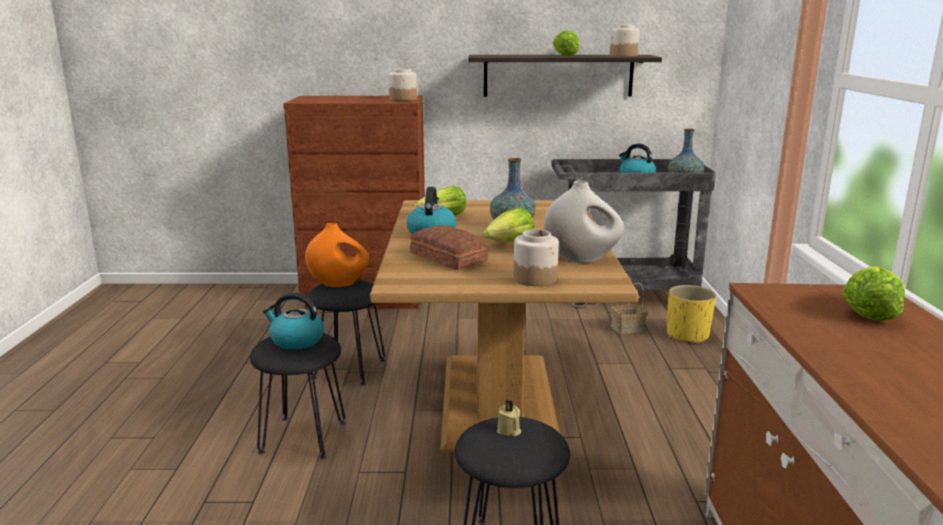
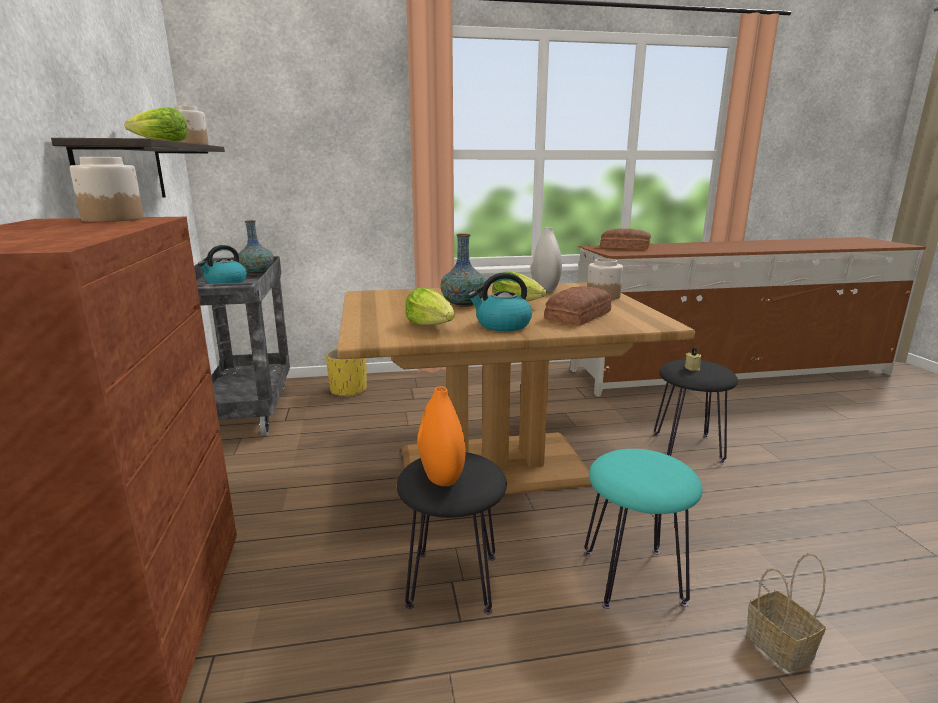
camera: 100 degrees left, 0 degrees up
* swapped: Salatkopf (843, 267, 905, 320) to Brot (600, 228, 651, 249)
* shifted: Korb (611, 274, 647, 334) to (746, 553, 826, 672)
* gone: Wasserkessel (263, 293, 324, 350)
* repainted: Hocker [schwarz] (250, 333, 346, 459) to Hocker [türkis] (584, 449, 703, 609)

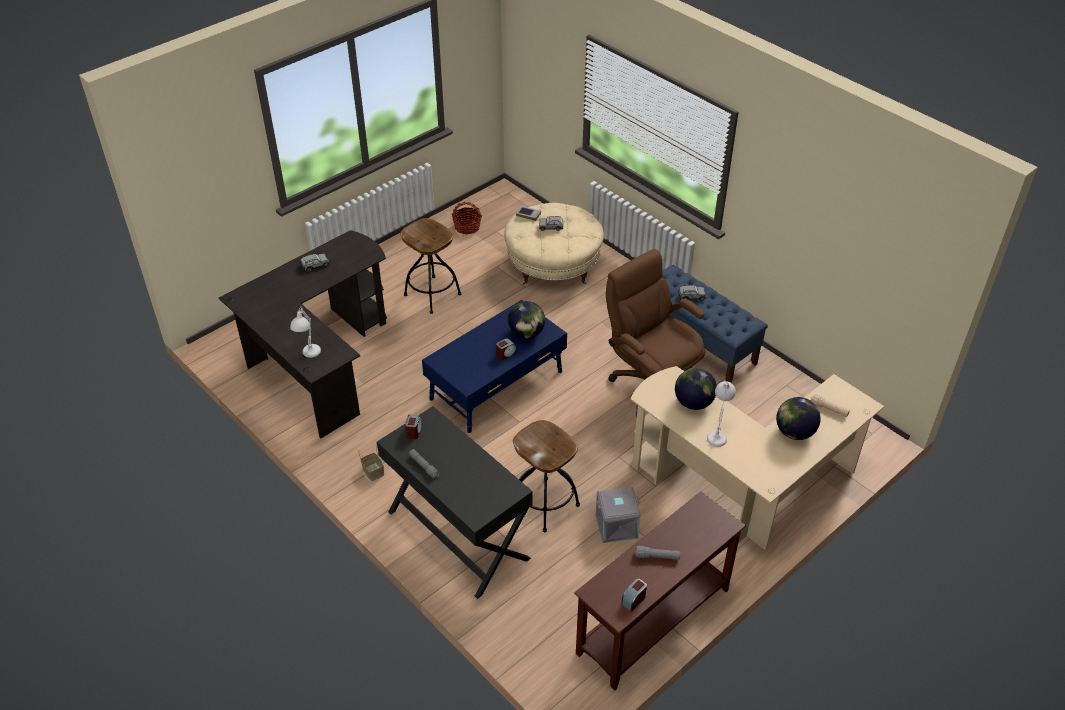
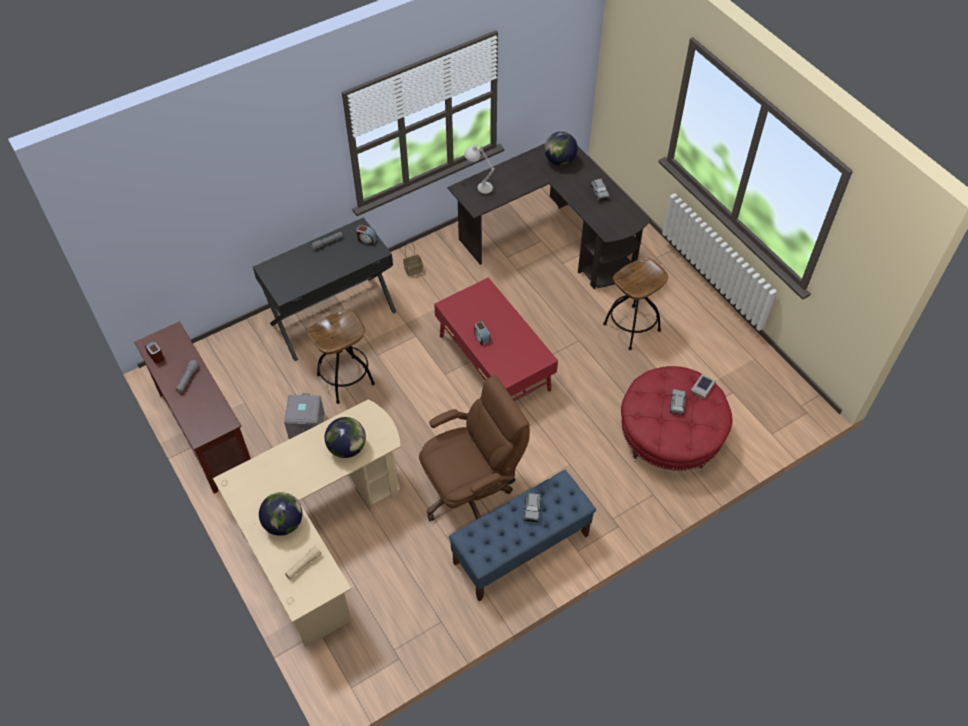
camera: 100 degrees right, 10 degrees up
* gone: Korb (452, 202, 482, 235)
* repainted: Polsterhocker [beige] (504, 203, 604, 284) to Polsterhocker [rot] (621, 366, 732, 471)
* repainted: Couchtisch [blau] (422, 300, 567, 433) to Couchtisch [rot] (434, 277, 558, 401)
* shifted: Globus (508, 301, 545, 339) to (544, 132, 578, 165)
* gone: Tischlampe [weiß] (707, 381, 736, 447)

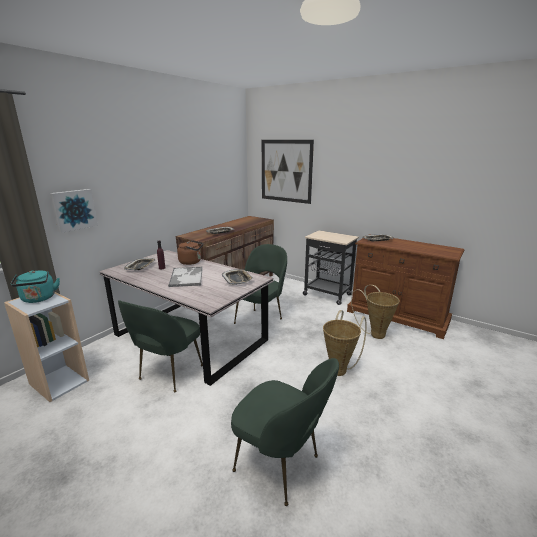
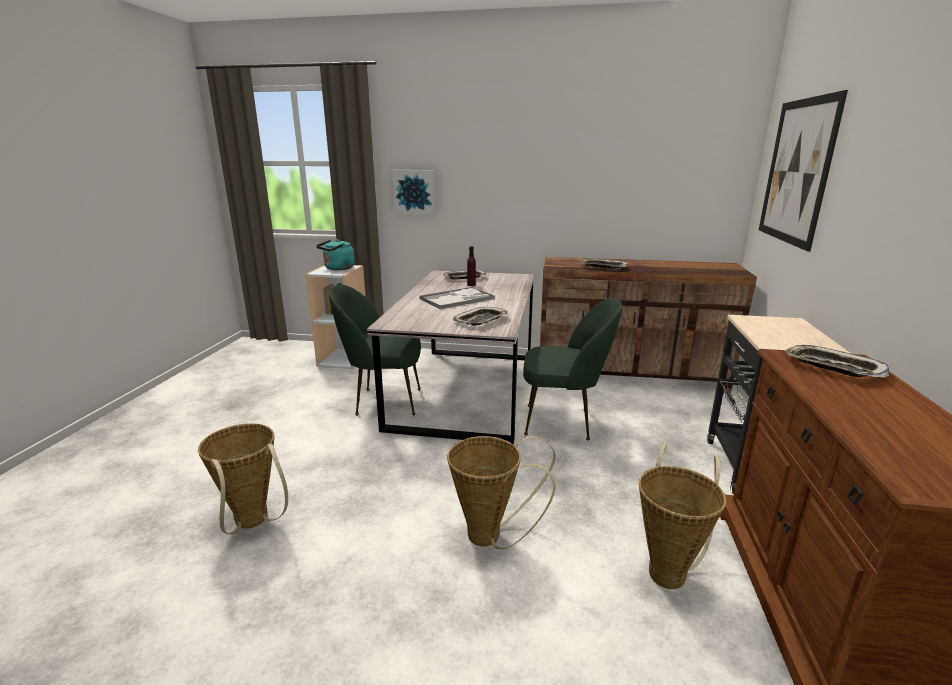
camera: 65 degrees right, 0 degrees up
* gone: Wasserkessel [braun] (177, 240, 203, 265)
* swapped: Stuhl [grün] (231, 358, 339, 506) to Korb (198, 423, 288, 534)

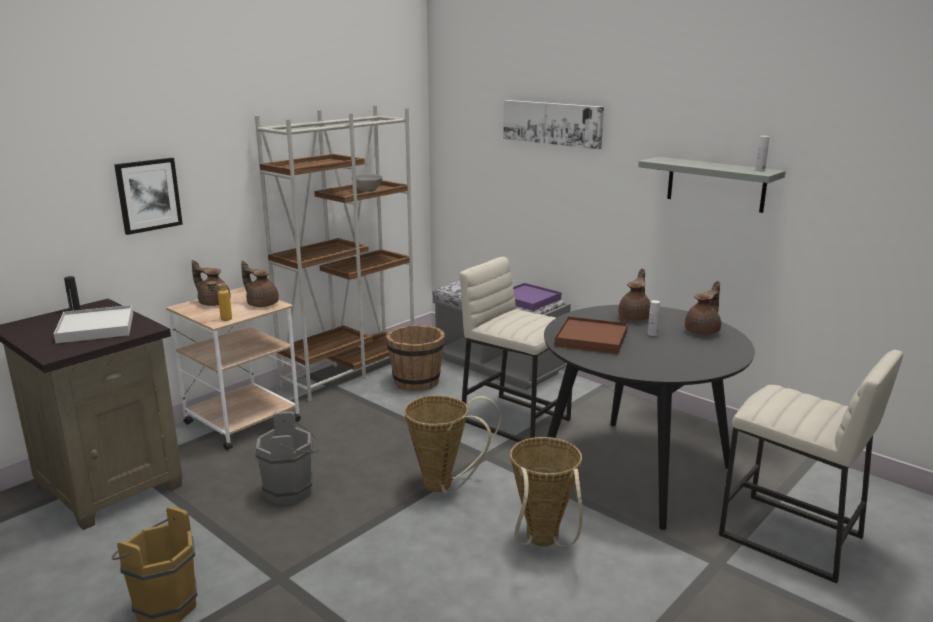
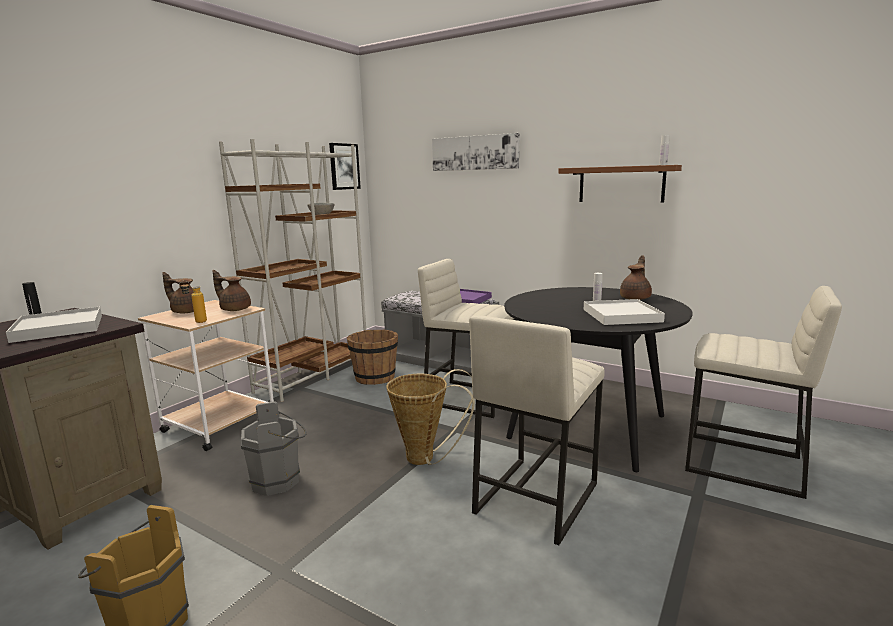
camera: 10 degrees left, 5 degrees down
* repainted: Wandregal [grau] (638, 157, 786, 213) to Wandregal [braun] (558, 165, 682, 203)
* shifted: Bild (114, 158, 183, 235) to (329, 143, 361, 190)
* gone: Teekanne [braun] (618, 268, 651, 321)
* gone: Tablett [braun] (554, 316, 628, 354)
* swapped: Korb (510, 437, 583, 547) to Hocker [beige] (469, 315, 605, 545)
* new: Tablett [weiß] (584, 299, 665, 325)

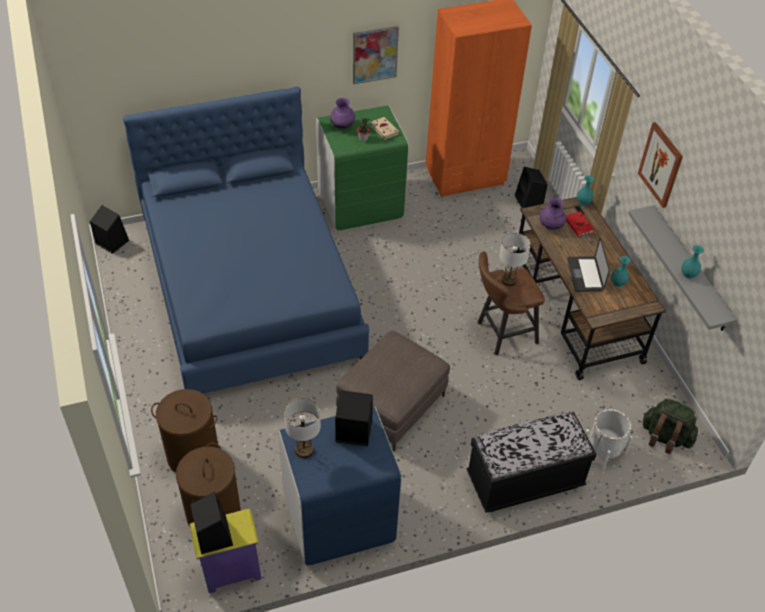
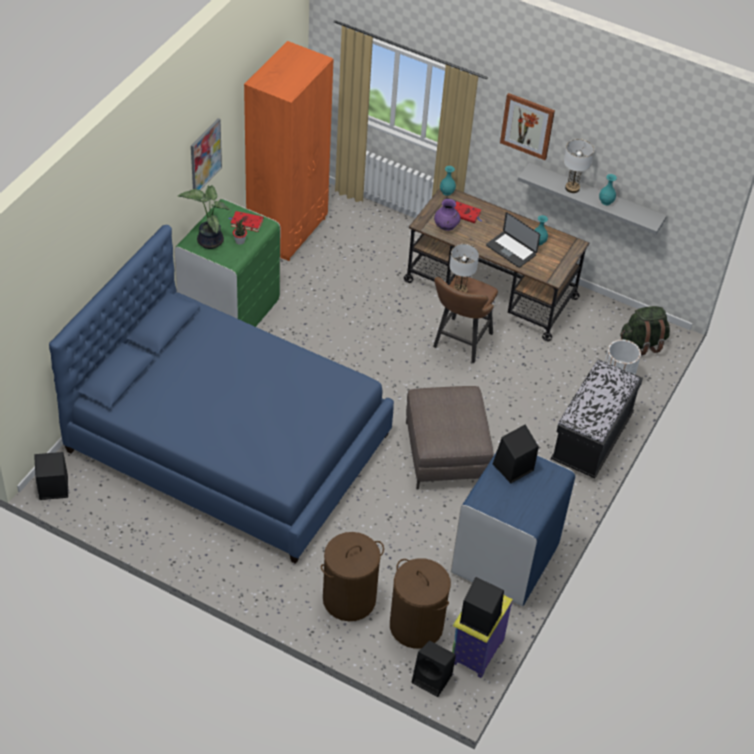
camera: 45 degrees left, 0 degrees up
* swapped: Vase [lila] (330, 98, 355, 129) to Topfpflanze (178, 185, 231, 249)
* repainted: Buch [beige] (370, 117, 399, 140) to Buch [rot] (229, 211, 263, 232)
* shifted: Lautsprecher [schwarz] (515, 167, 548, 208) to (412, 641, 456, 697)
* shifted: Tischlampe (284, 398, 321, 458) to (564, 139, 594, 193)

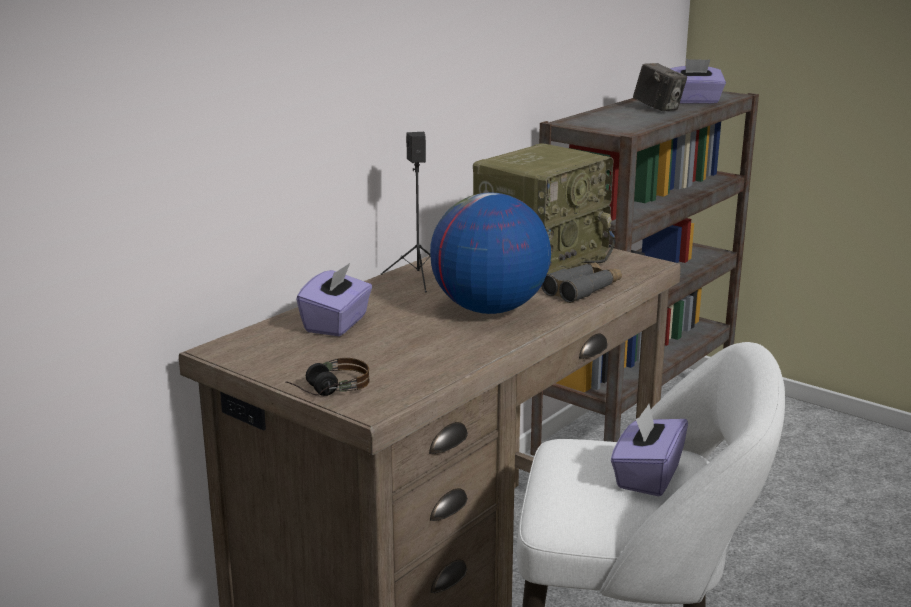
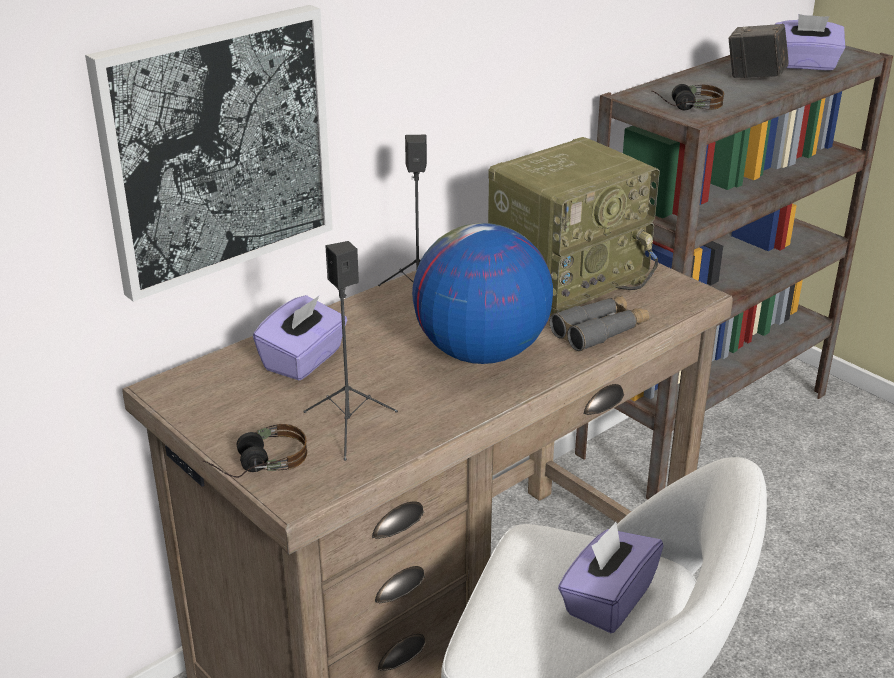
camera: 10 degrees right, 10 degrees up
* rotated: Kamera (633, 63, 687, 111) = (729, 23, 788, 78) 150 degrees clockwise
* new: Bild (85, 5, 333, 302)
* new: Kopfhörer (651, 84, 724, 110)
* new: Lautsprecher [schwarz] (303, 241, 398, 461)

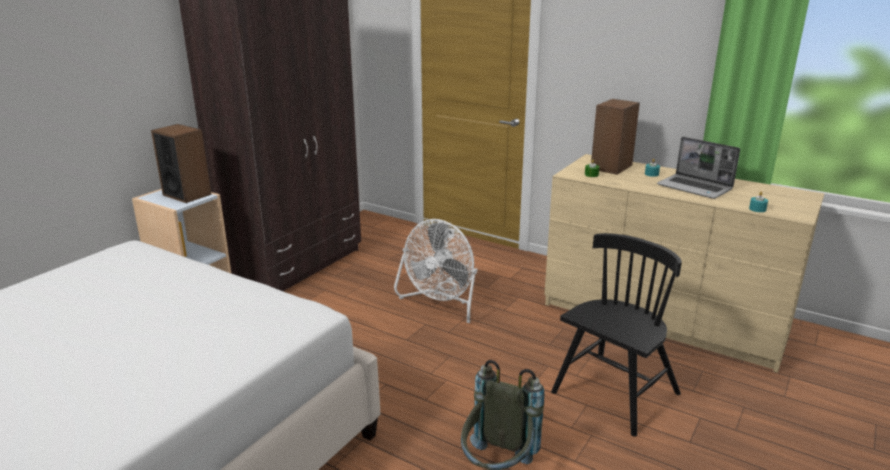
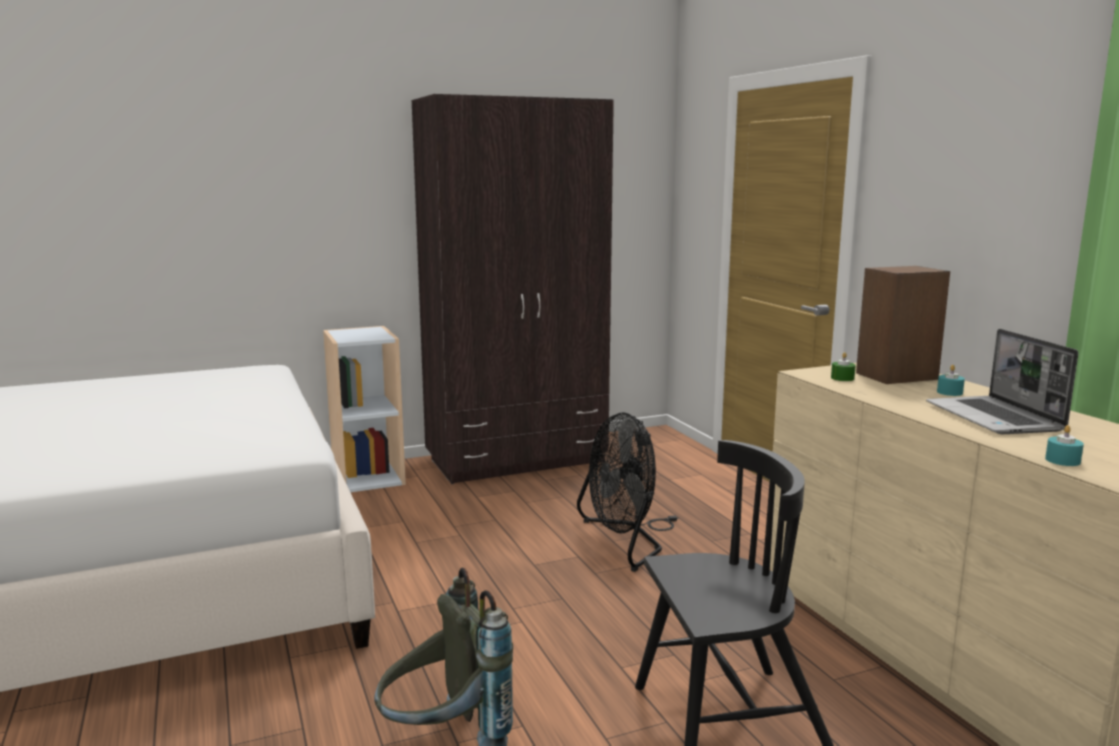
camera: 35 degrees right, 10 degrees down
* gone: Lautsprecher (151, 124, 212, 203)
* repainted: Ventilator [weiß] (394, 219, 477, 323) to Ventilator [schwarz] (577, 413, 678, 572)

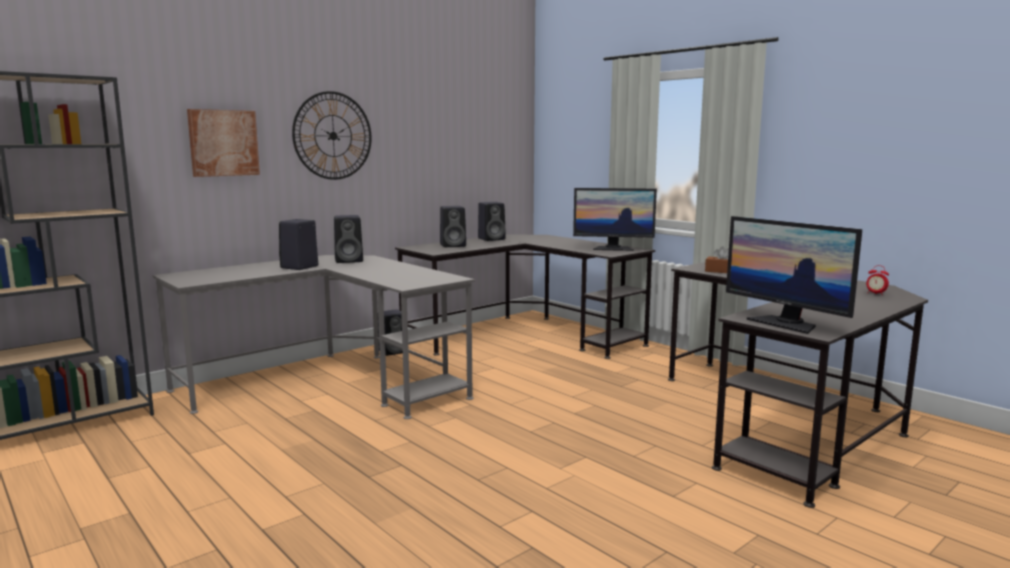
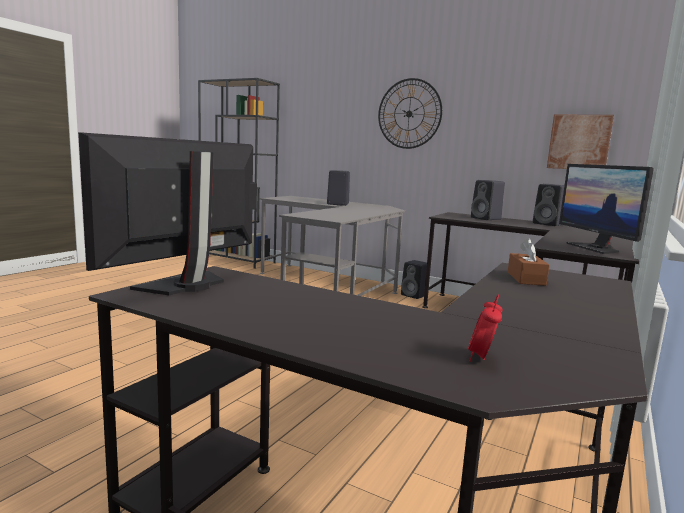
camera: 70 degrees right, 0 degrees up
* shifted: Bild (187, 109, 260, 177) to (547, 115, 614, 169)
* gone: Lautsprecher [schwarz] (334, 215, 363, 263)

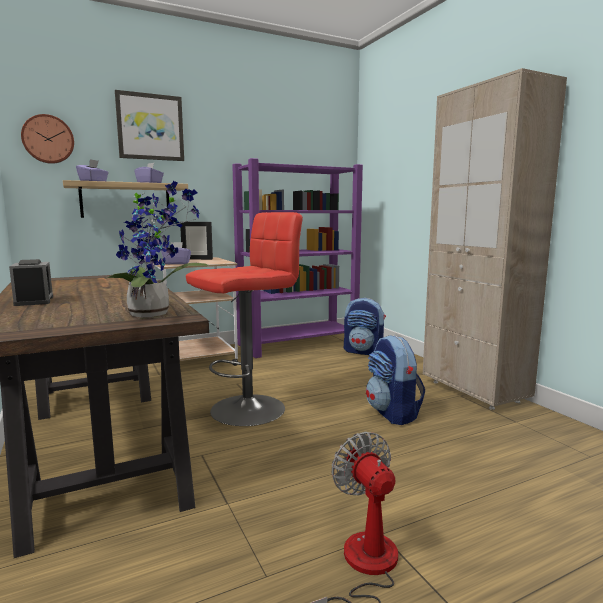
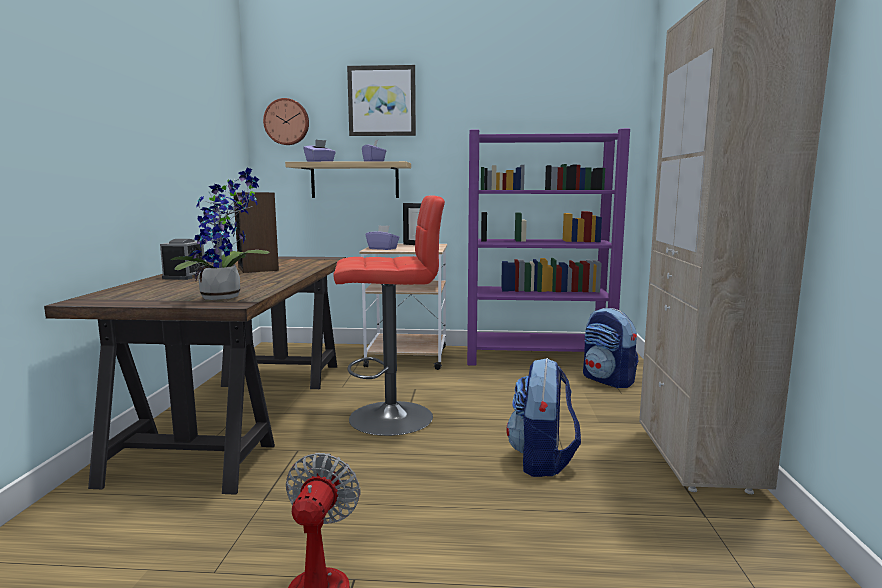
camera: 30 degrees right, 0 degrees up
* new: Lautsprecher (234, 192, 279, 273)

